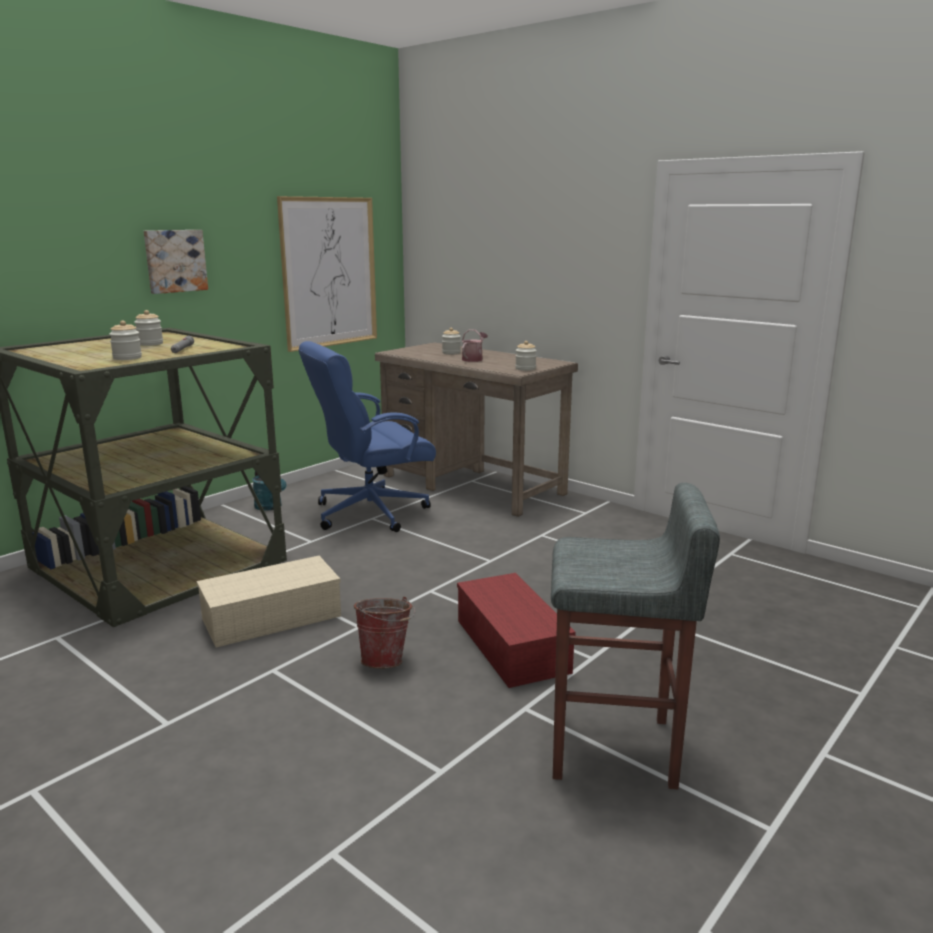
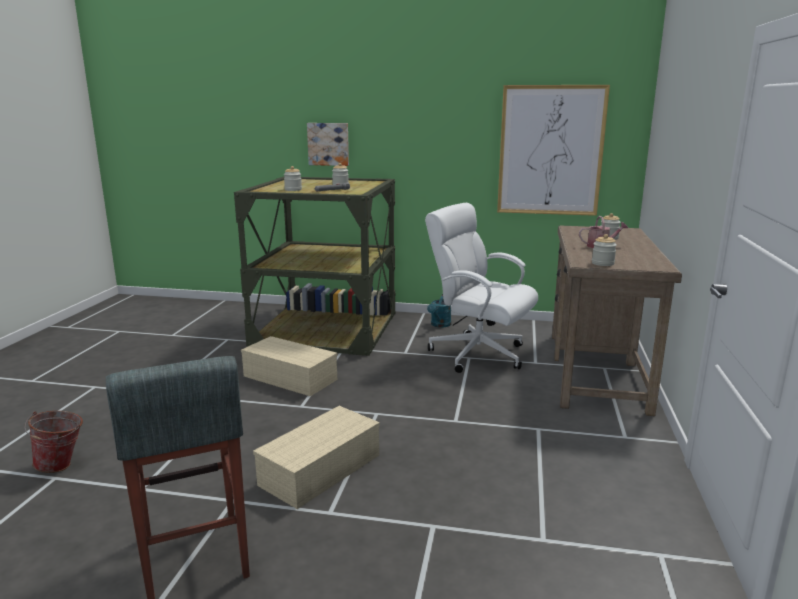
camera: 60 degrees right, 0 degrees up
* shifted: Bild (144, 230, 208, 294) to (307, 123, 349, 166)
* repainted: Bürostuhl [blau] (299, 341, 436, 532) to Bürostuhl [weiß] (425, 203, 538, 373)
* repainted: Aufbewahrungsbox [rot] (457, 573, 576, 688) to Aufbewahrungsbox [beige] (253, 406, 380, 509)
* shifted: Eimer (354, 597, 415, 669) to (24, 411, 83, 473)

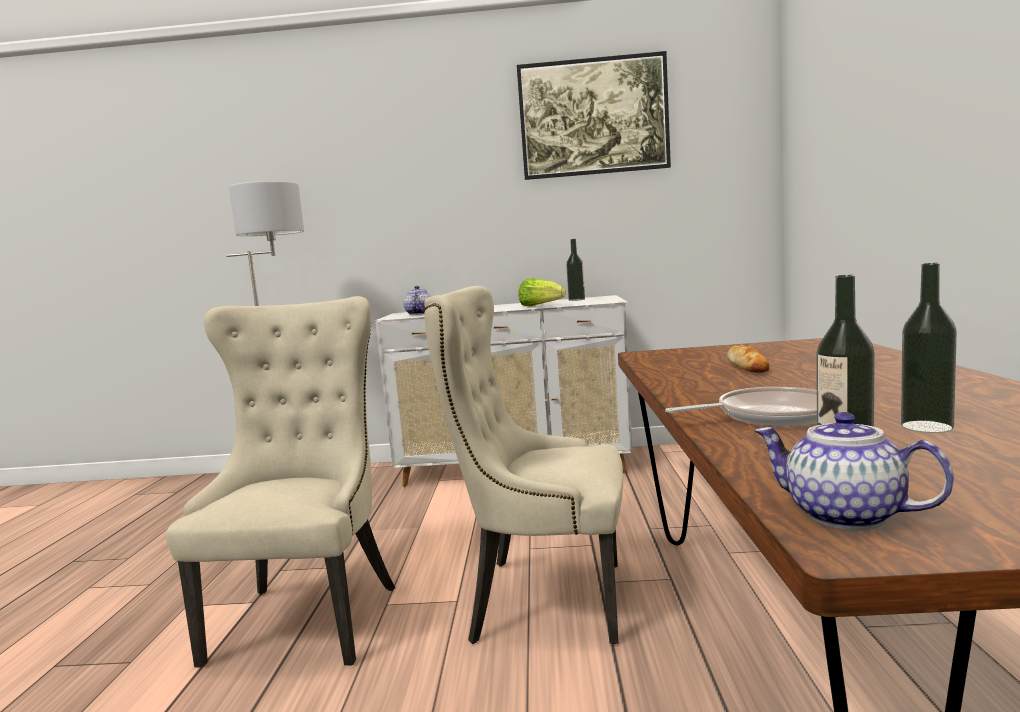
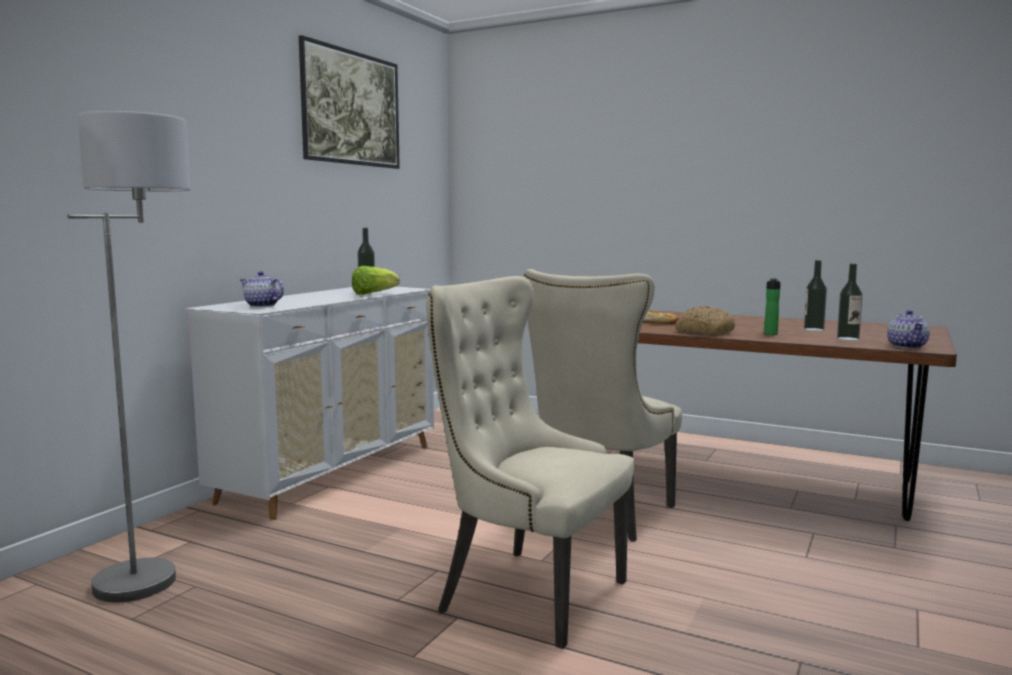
camera: 65 degrees left, 0 degrees up
* swapped: Pfanne (665, 387, 817, 426) to Flasche (764, 278, 781, 335)
* rotated: Teekanne (754, 412, 954, 530) = (887, 310, 930, 349) 60 degrees counterclockwise
* new: Brot (675, 306, 736, 336)

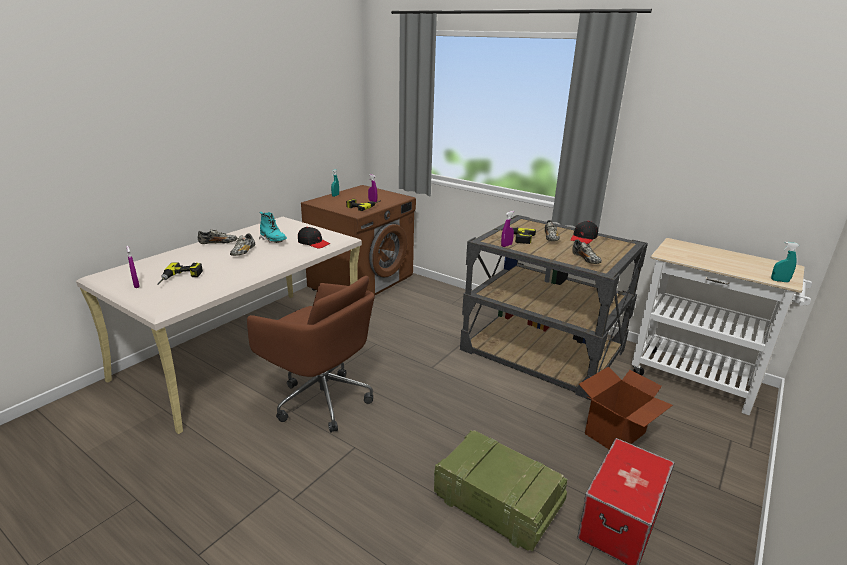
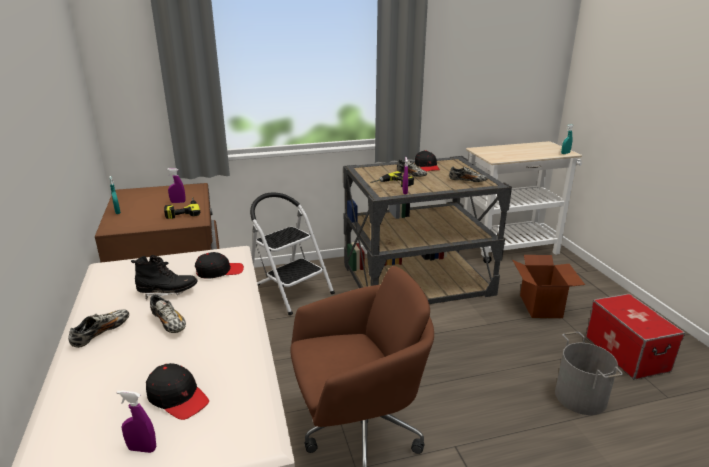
camera: 50 degrees left, 0 degrees up
* repainted: Stiefel [türkis] (259, 212, 287, 243) to Stiefel [schwarz] (131, 255, 198, 300)
* swapped: Bohrmaschine (158, 262, 203, 285) to Kappe [schwarz] (146, 363, 209, 420)
* swapped: Kiste (434, 430, 567, 552) to Eimer [grau] (555, 332, 623, 415)
* new: Trittleiter (250, 193, 335, 315)

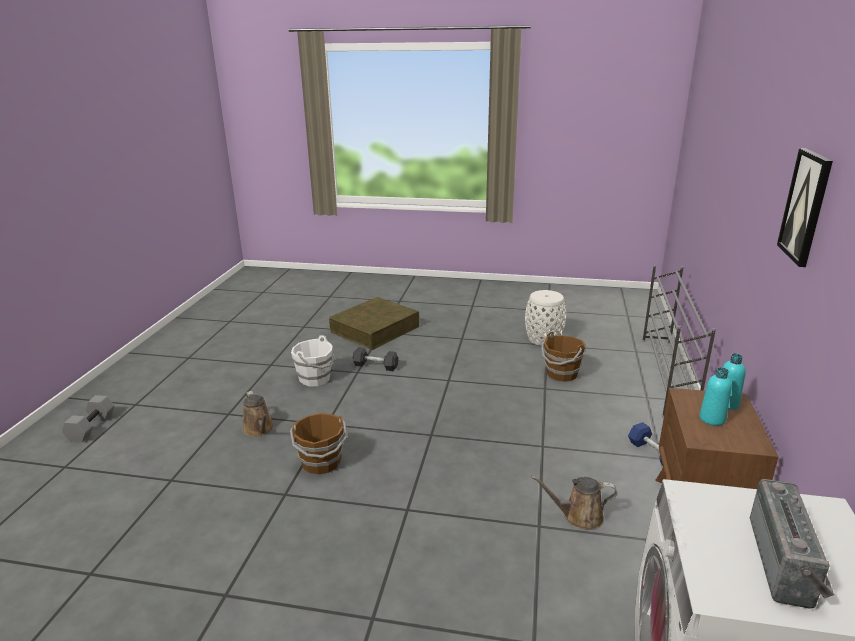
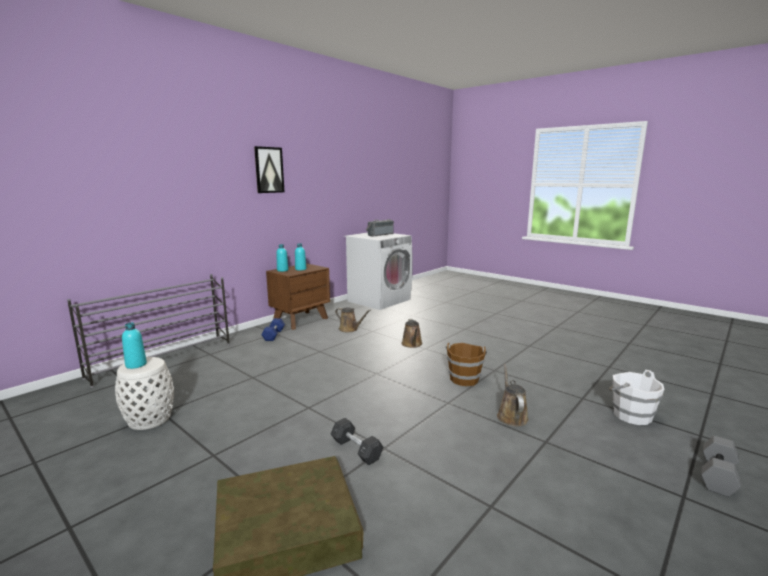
camera: 150 degrees left, 10 degrees down
* gone: Eimer [braun] (541, 332, 586, 382)
* shifted: Eimer [weiß] (291, 335, 335, 387) to (608, 370, 664, 425)
* new: Gießkanne [braun] (402, 319, 423, 348)
* new: Flasche [türkis] (122, 323, 147, 369)

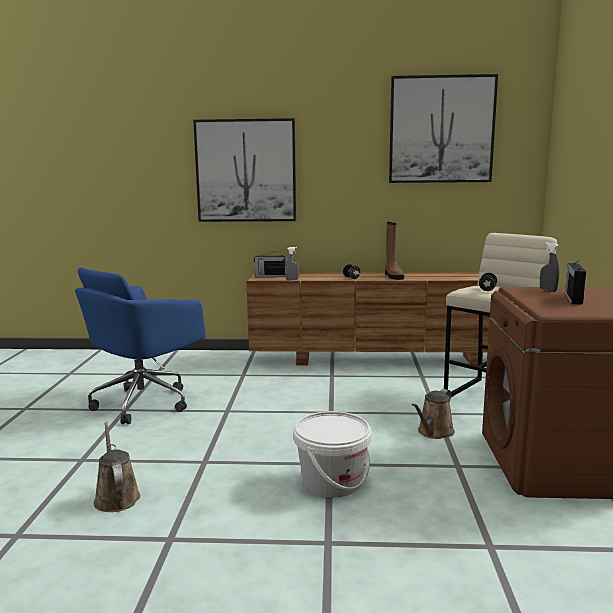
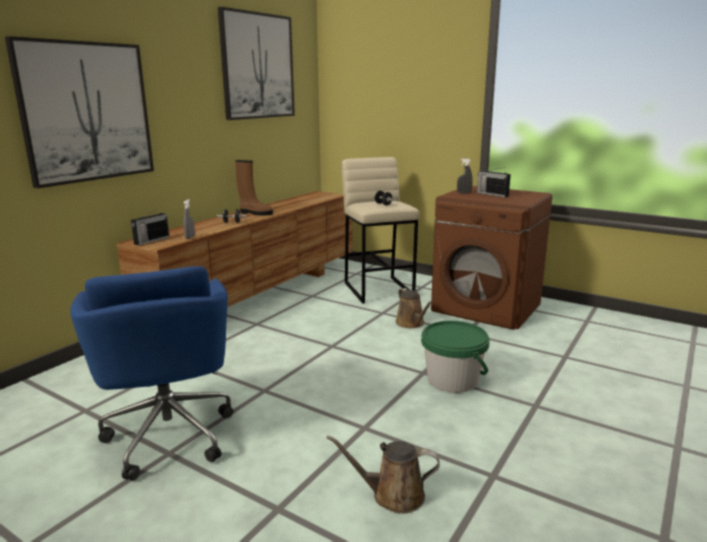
camera: 60 degrees left, 5 degrees up
* repainted: Eimer [weiß] (293, 411, 372, 498) to Eimer [grün] (421, 321, 490, 393)

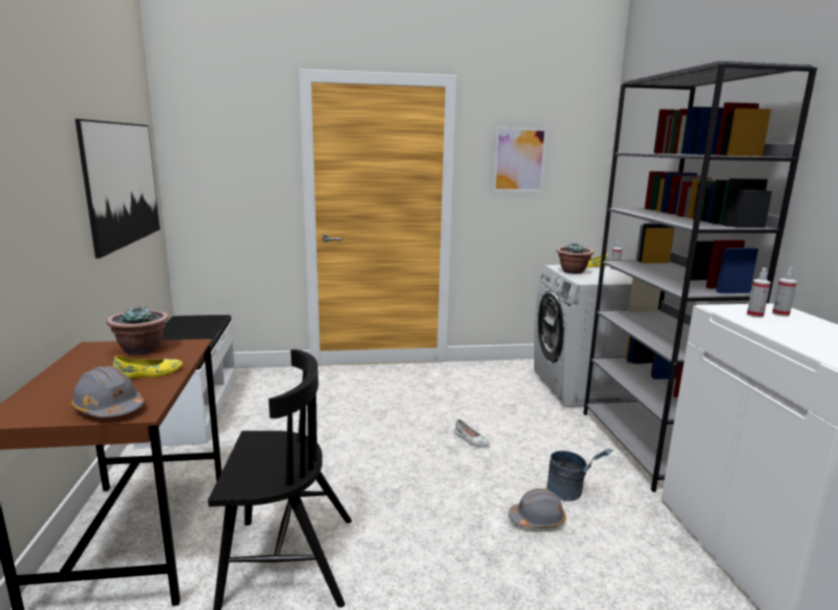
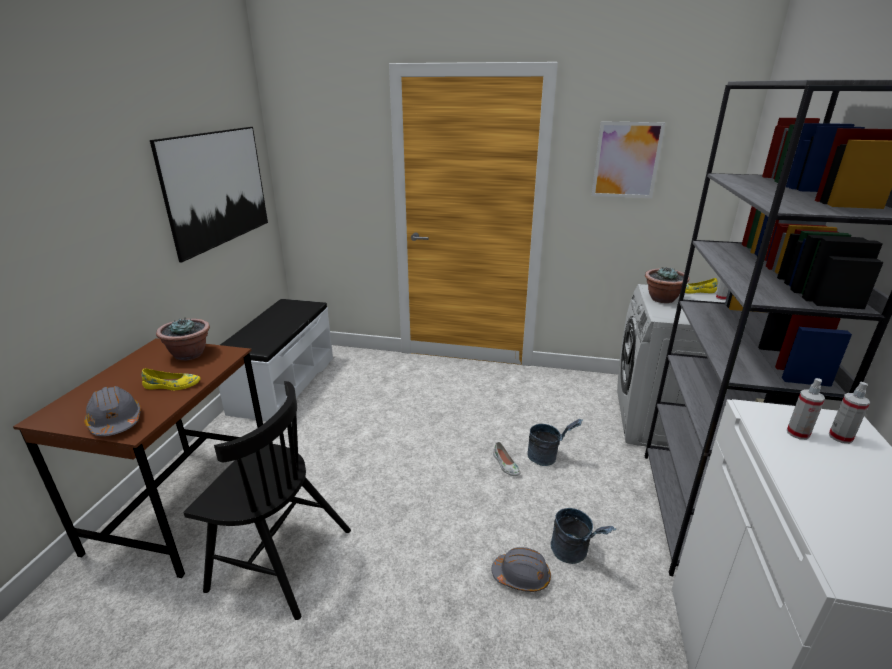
camera: 20 degrees right, 10 degrees up
* new: Eimer [grau] (527, 419, 583, 466)

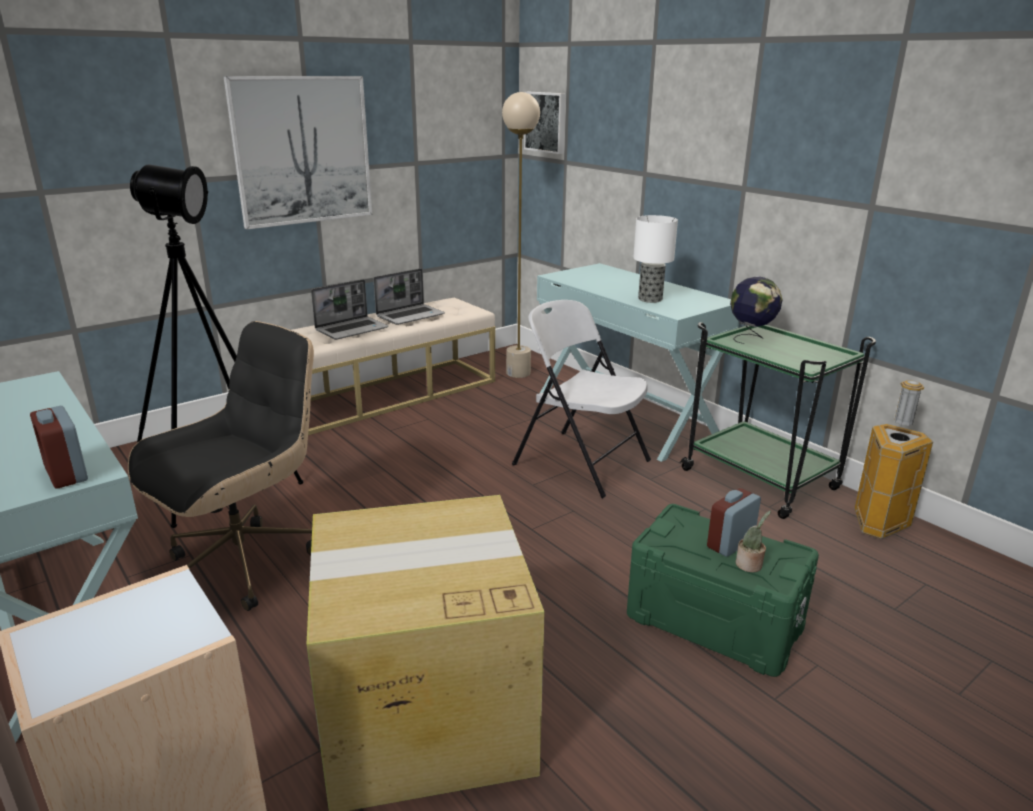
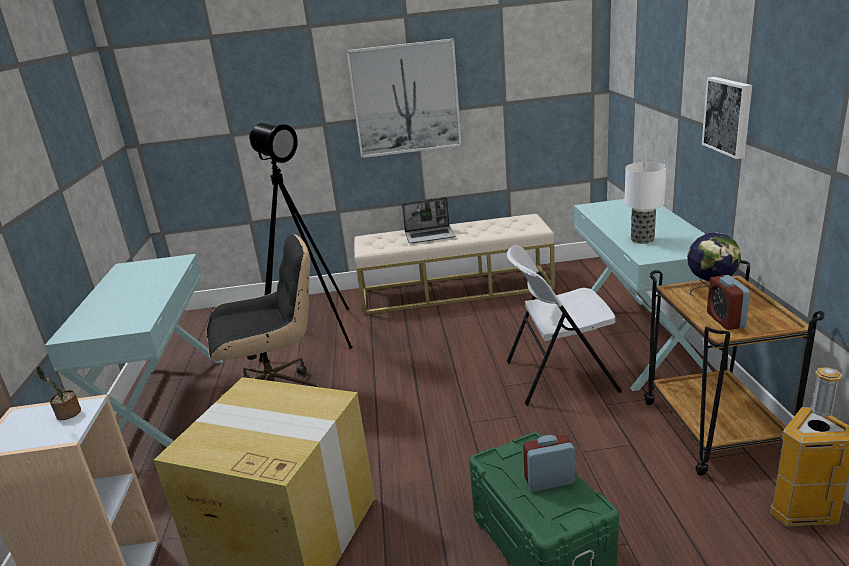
camera: 35 degrees right, 0 degrees up
* gone: Stehlampe [beige] (502, 92, 540, 378)
* shifted: Bild (524, 92, 566, 154) to (702, 77, 752, 159)
* gone: Laptop (373, 268, 445, 325)
* rotated: Stuhl [weiß] (512, 300, 651, 499) = (507, 245, 622, 406) 75 degrees counterclockwise
* repainted: Rollwagen [grün] (679, 322, 876, 519) to Rollwagen [braun] (644, 260, 825, 476)
* shifted: Wecker (30, 406, 88, 489) to (707, 275, 750, 330)
* shifted: Topfpflanze (736, 510, 771, 572) to (36, 366, 81, 420)

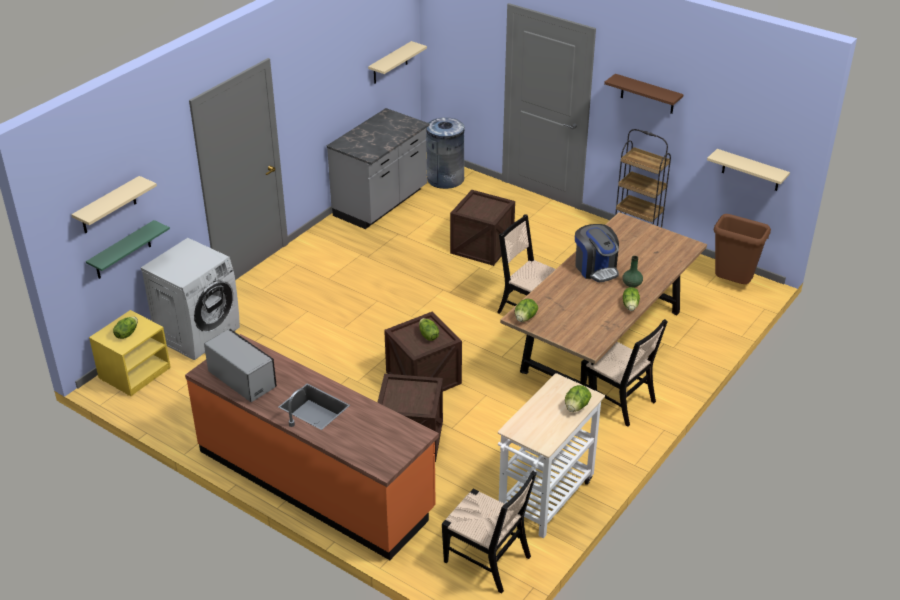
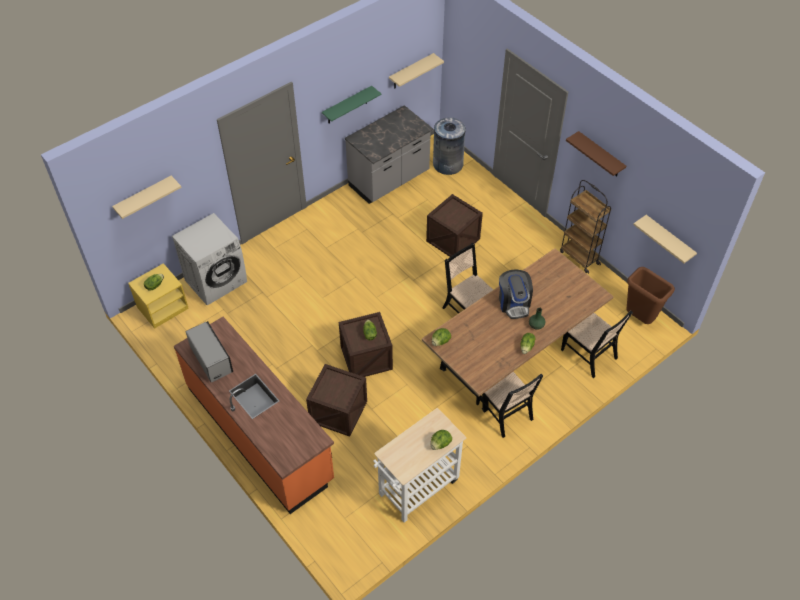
camera: 15 degrees right, 15 degrees up
* shifted: Wandregal [grün] (86, 220, 170, 279) to (322, 86, 381, 123)
* shifted: Stuhl (442, 471, 537, 594) to (561, 310, 633, 378)

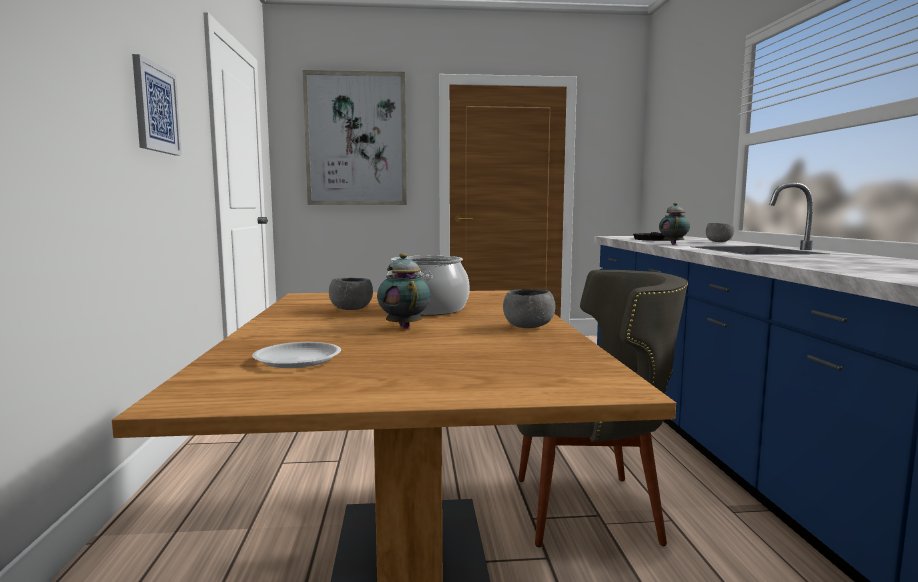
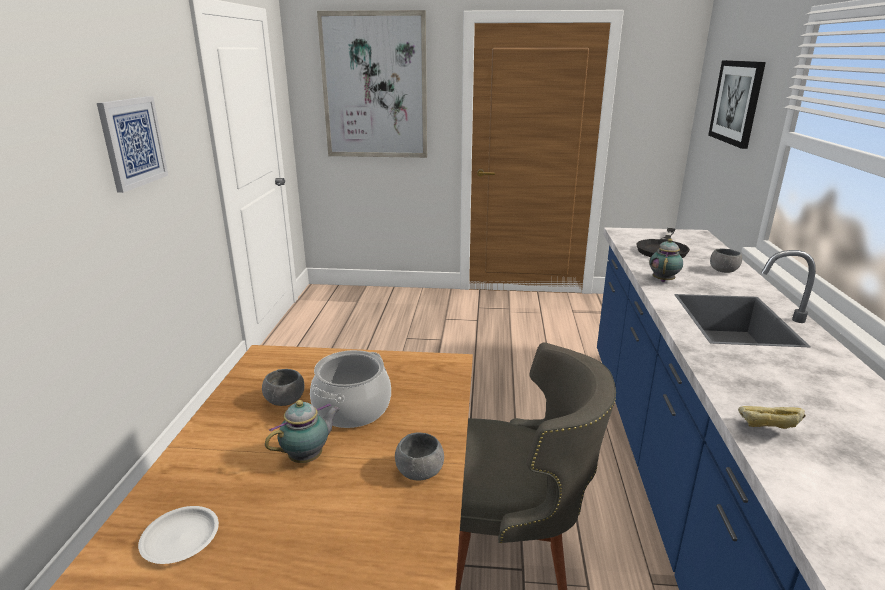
camera: 10 degrees right, 15 degrees up
* rotated: Teekanne (377, 253, 430, 329) = (265, 400, 340, 463) 60 degrees clockwise
* new: Bild (708, 60, 766, 149)
* new: Brot (738, 406, 806, 429)

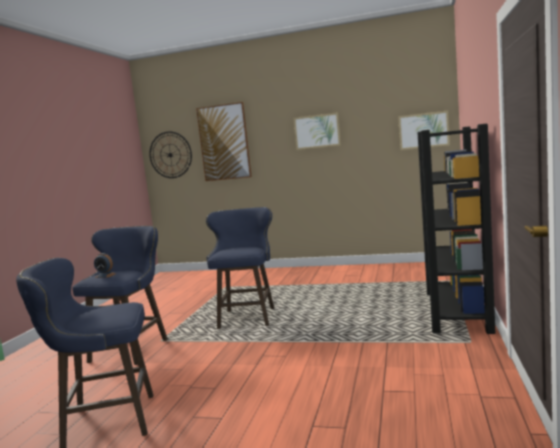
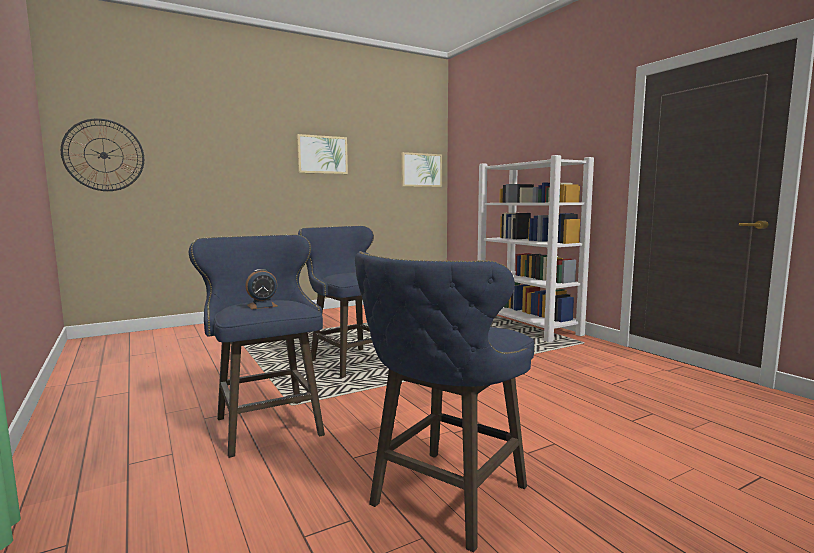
camera: 45 degrees left, 0 degrees up
* gone: Bild (196, 102, 252, 181)
* repainted: Bücherregal [schwarz] (417, 124, 496, 334) to Bücherregal [weiß] (478, 155, 594, 342)

